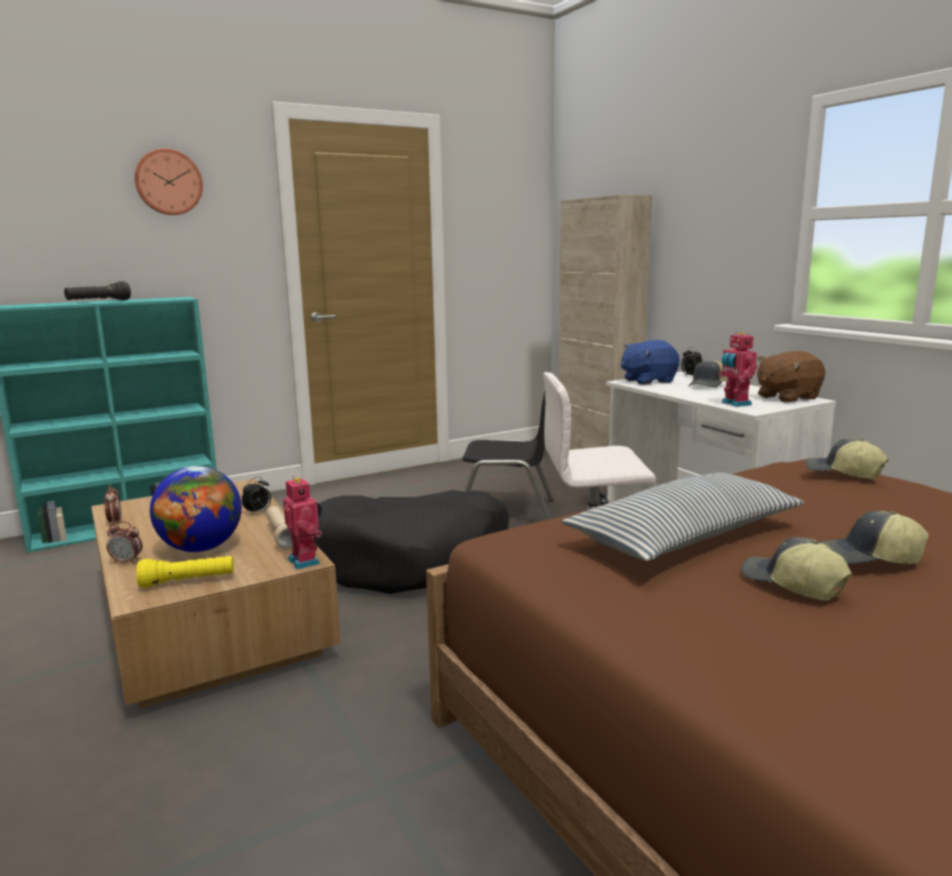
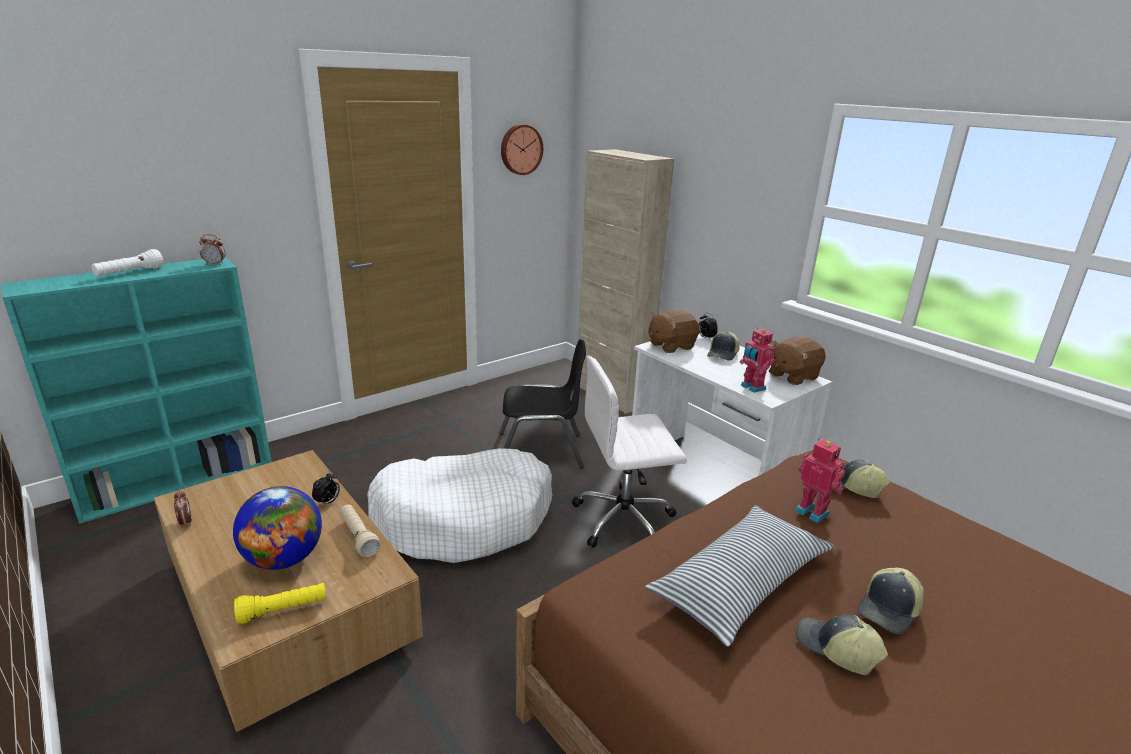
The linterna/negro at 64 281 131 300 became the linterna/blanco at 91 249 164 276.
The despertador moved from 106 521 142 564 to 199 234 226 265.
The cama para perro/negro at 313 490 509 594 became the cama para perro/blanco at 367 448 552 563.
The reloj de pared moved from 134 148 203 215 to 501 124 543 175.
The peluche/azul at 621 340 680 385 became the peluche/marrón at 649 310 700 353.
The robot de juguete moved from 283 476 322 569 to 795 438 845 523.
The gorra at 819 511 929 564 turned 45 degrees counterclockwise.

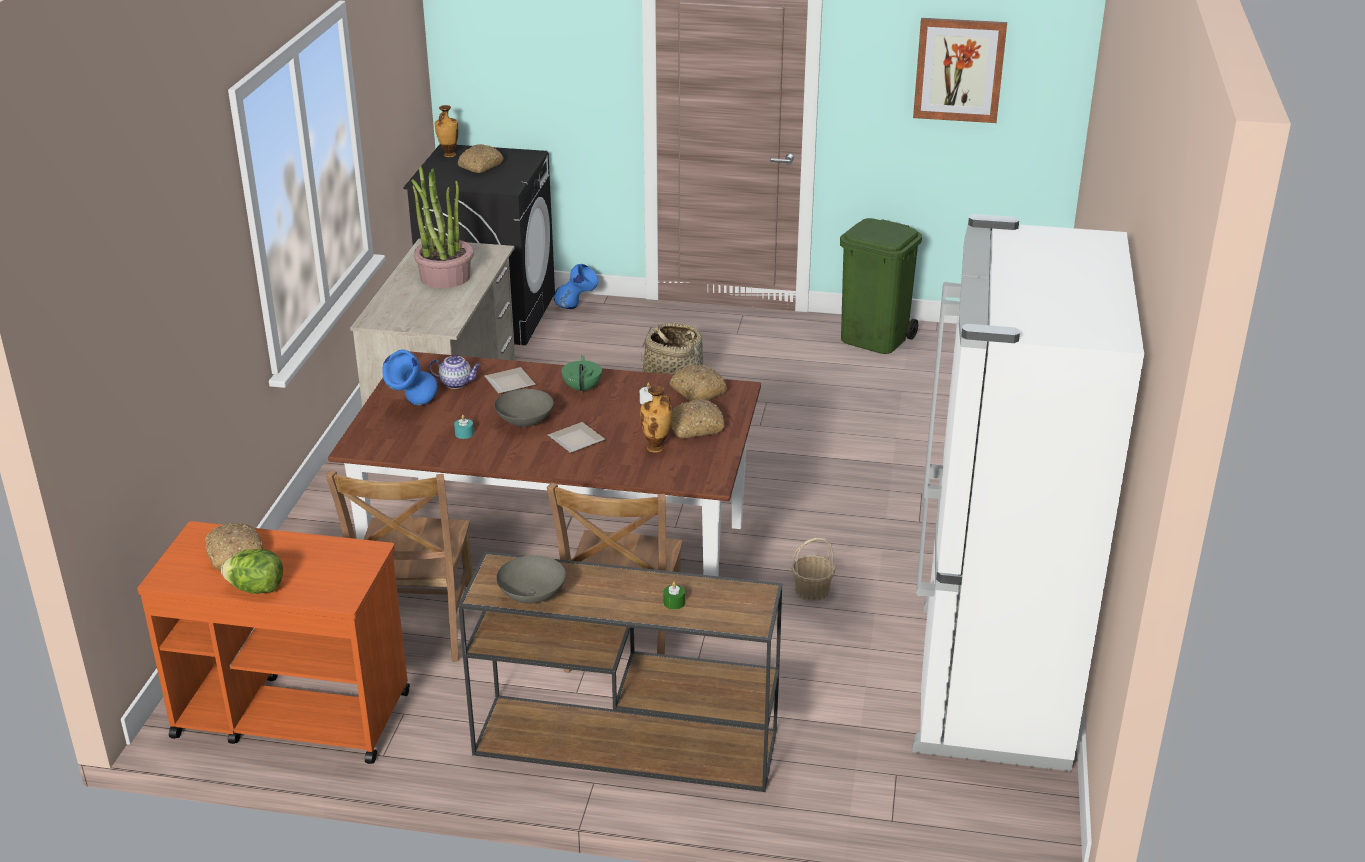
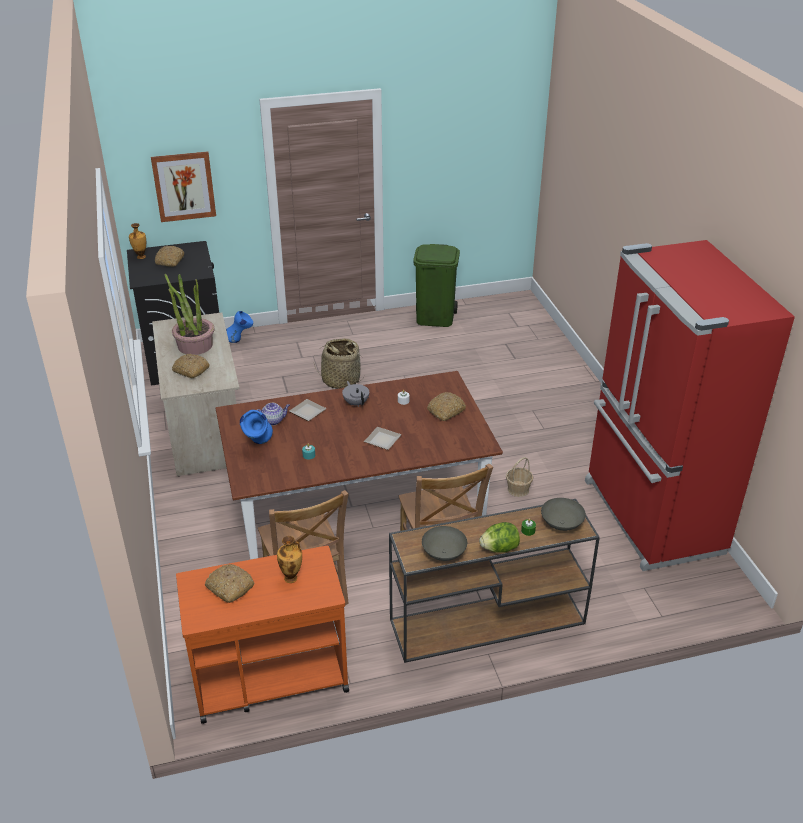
The cuadro moved from 913 18 1007 123 to 151 151 216 222.
The pan moved from 669 364 727 401 to 172 354 209 378.
The florero moved from 640 386 672 453 to 277 536 302 583.
The tetera/verde at 561 355 602 393 became the tetera/gris at 342 381 369 407.
The lechuga moved from 221 549 283 594 to 479 522 520 553.
The cuenco/gris moved from 495 389 554 427 to 541 498 586 531.
The nevera/blanco at 912 214 1144 771 became the nevera/rojo at 585 240 795 571.

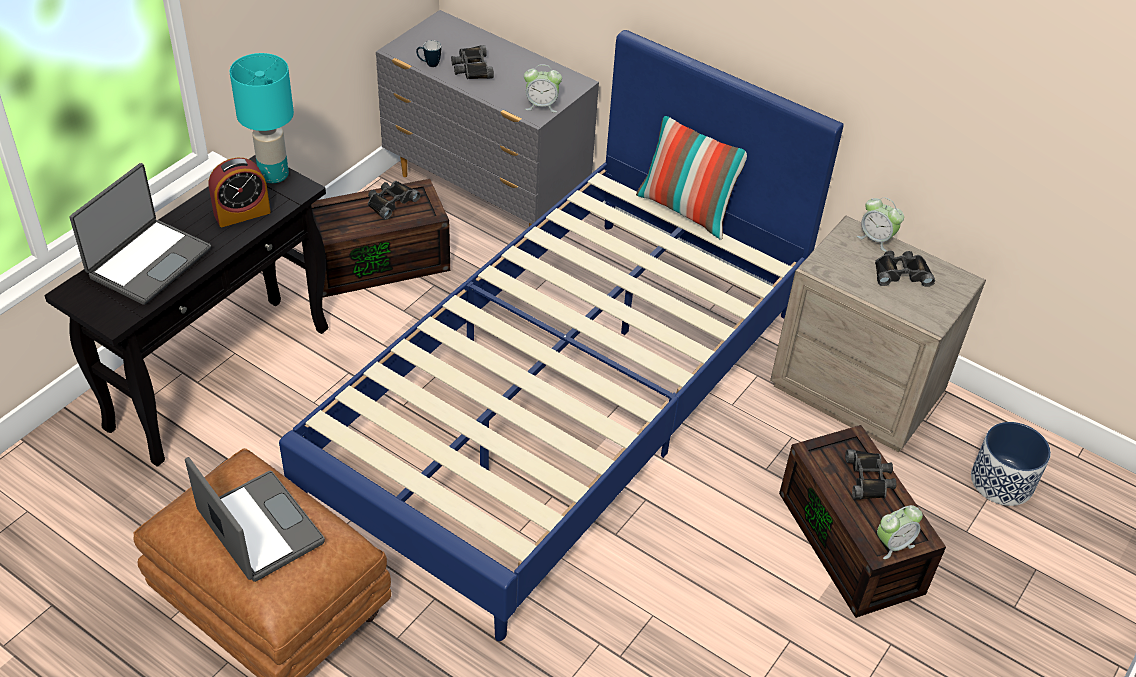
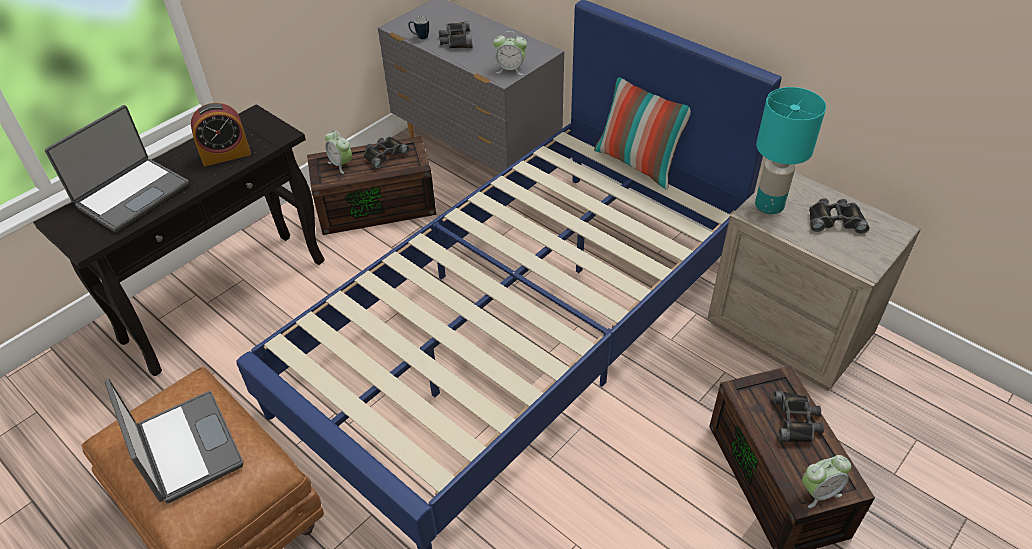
The despertador moved from 857 197 904 252 to 325 130 352 174.
The lámpara de mesa/turquesa moved from 230 53 294 183 to 755 87 826 214.
The maceta at 971 422 1051 506 disappeared.

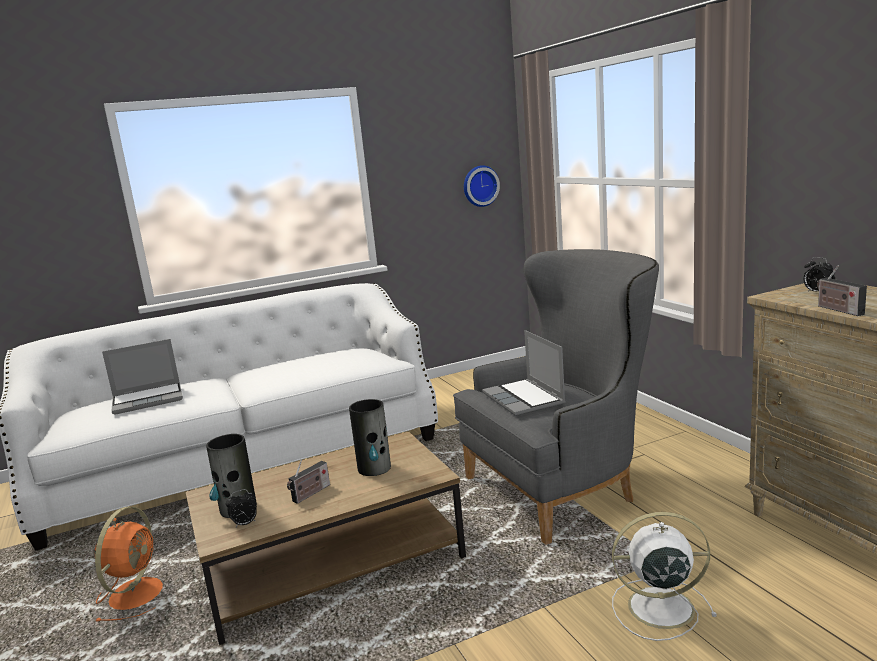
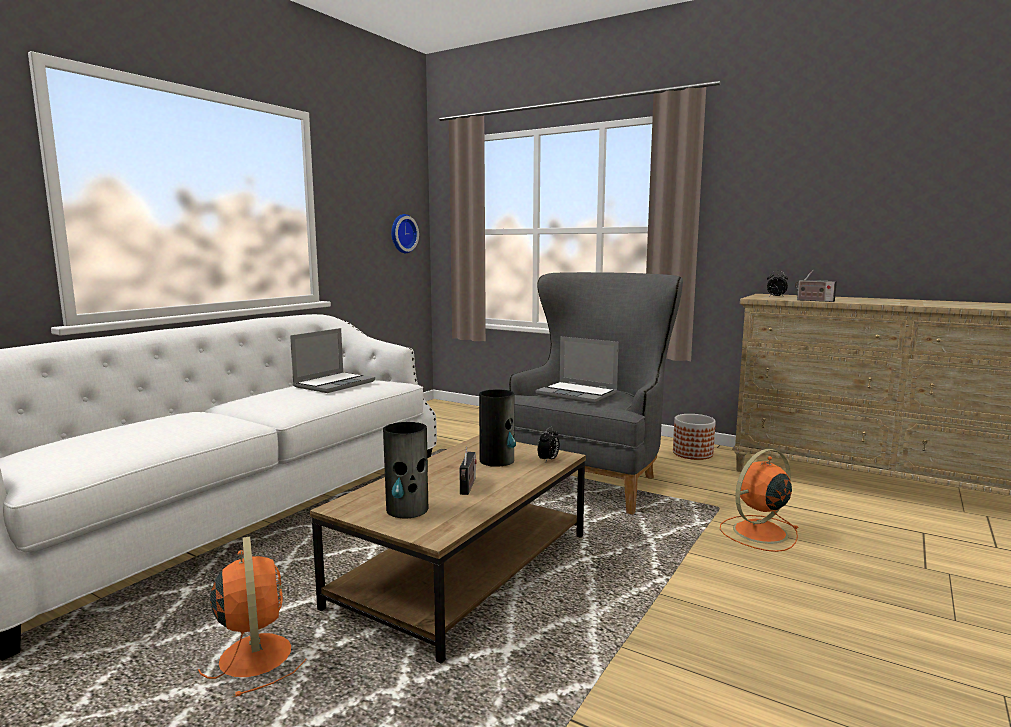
The portátil moved from 102 339 183 415 to 290 328 375 393.
The despertador moved from 226 489 257 527 to 538 426 559 461.
The maceta at 673 414 716 460 appeared.
The ventilador/blanco at 612 512 717 641 became the ventilador/naranja at 720 449 799 552.

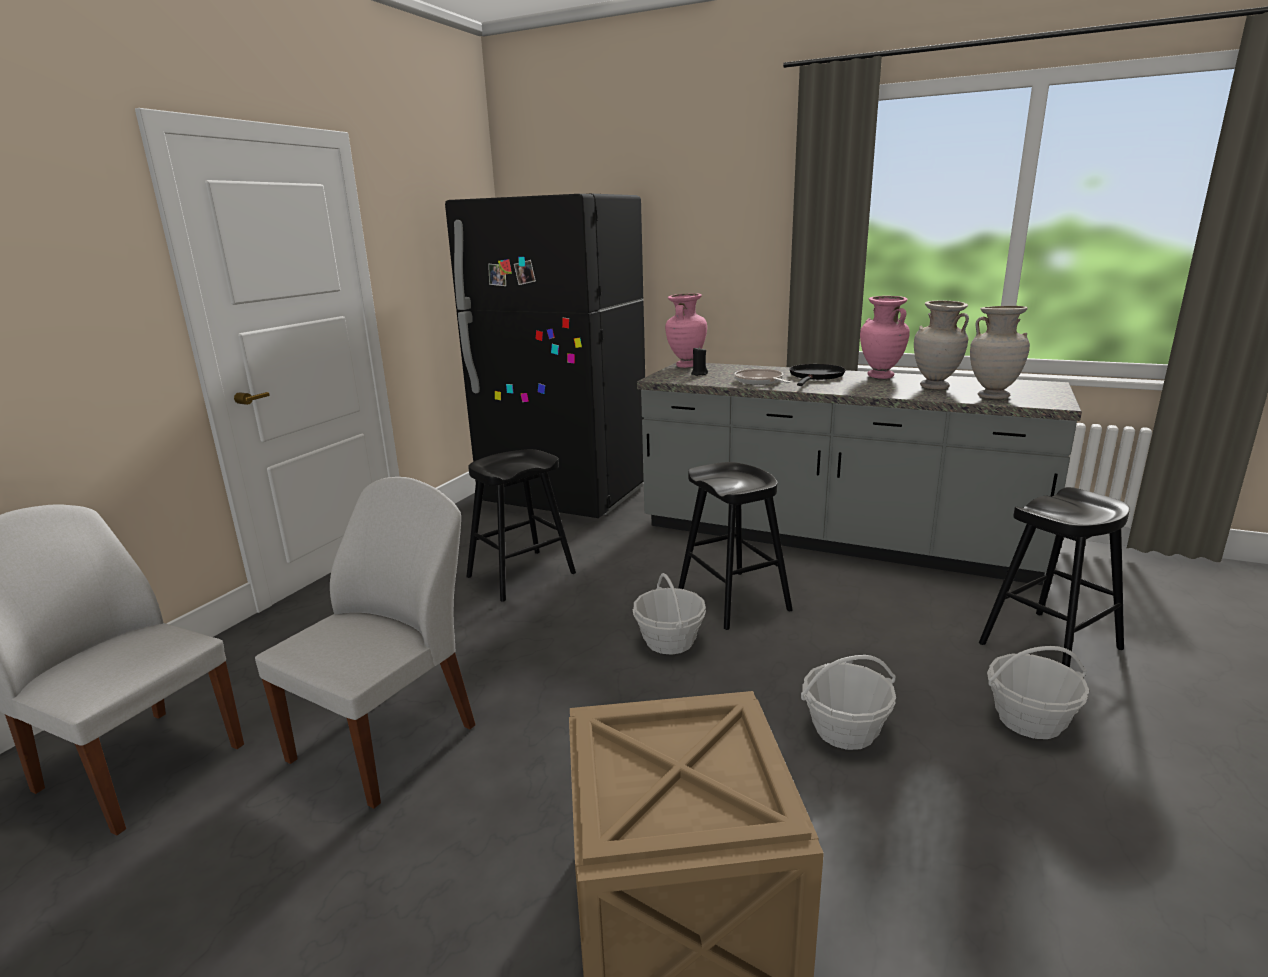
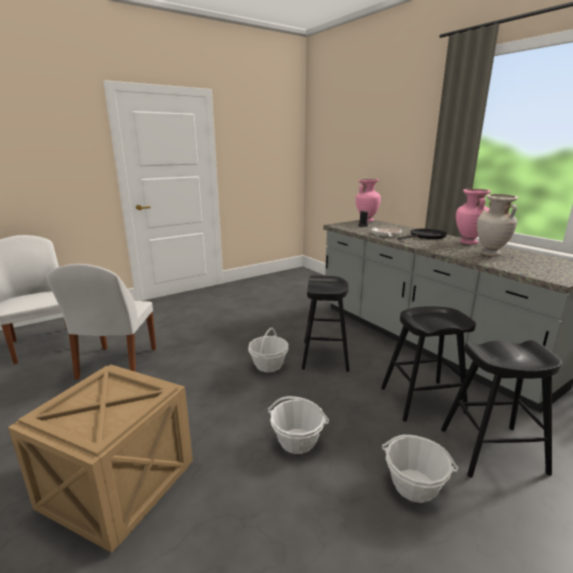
The silla/blanco at 255 477 476 809 turned 120 degrees clockwise.
The taburete/negro moved from 466 449 576 602 to 381 306 476 422.
The nevera/negro at 445 194 645 518 disappeared.
The florero/beis at 970 306 1030 399 disappeared.

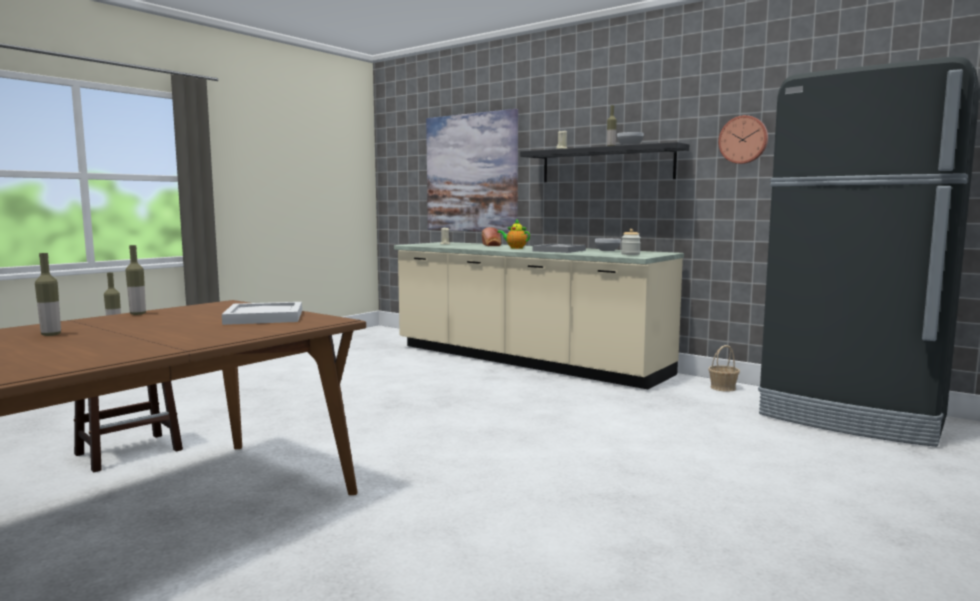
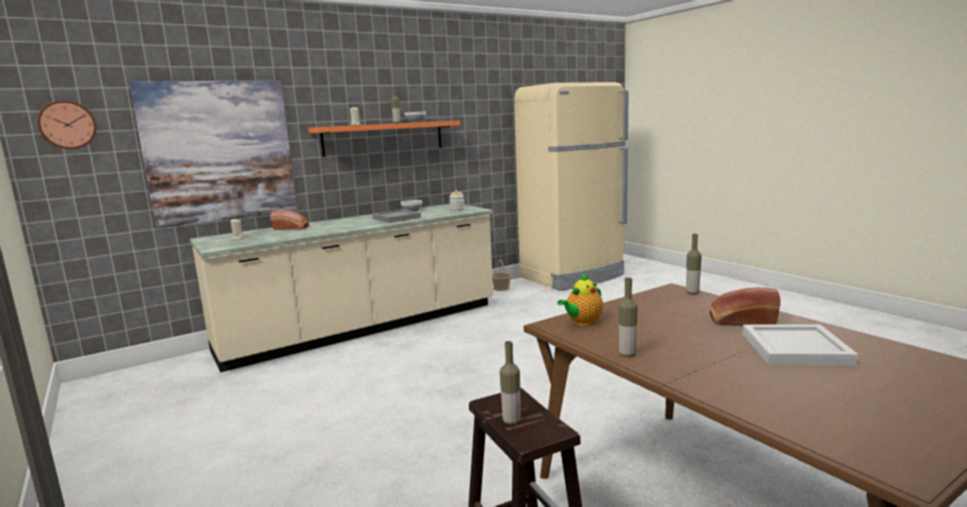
The reloj de pared moved from 718 115 768 164 to 37 100 97 149.
The estante/negro at 520 142 689 182 became the estante/naranja at 309 121 460 157.
The nevera/negro at 758 56 980 447 became the nevera/beis at 514 82 629 291.
The tetera moved from 498 219 530 249 to 557 272 603 326.
The botella moved from 35 253 61 336 to 686 234 702 294.
The pan at 710 287 780 326 appeared.
The bandeja/blanco moved from 222 302 302 325 to 743 325 859 366.

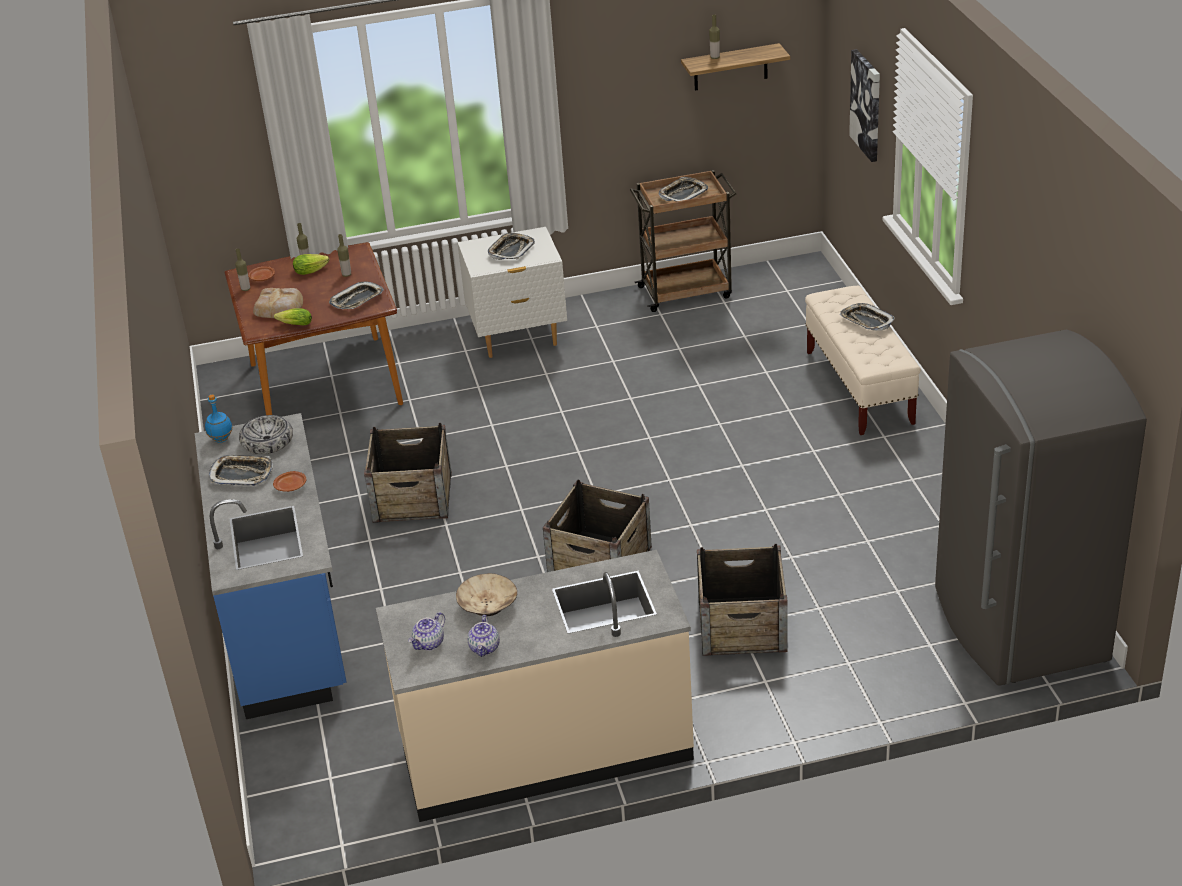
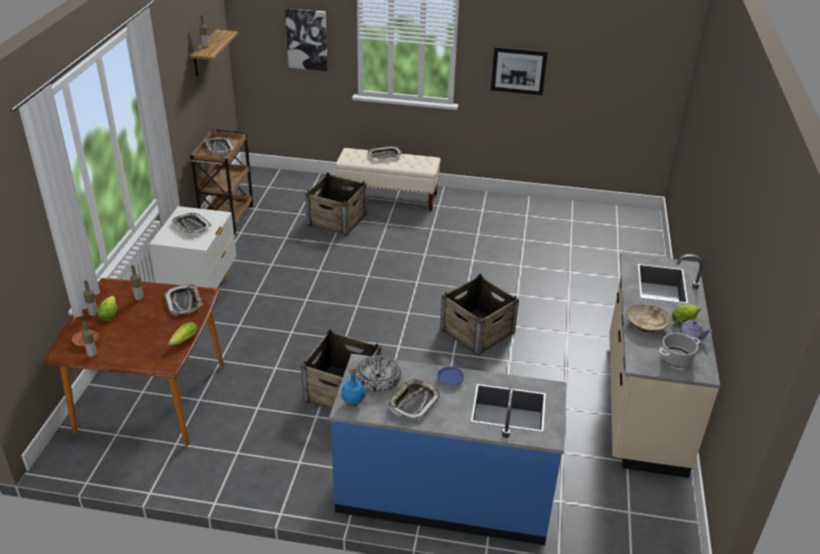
The caja de embalaje moved from 697 544 787 656 to 305 172 367 236.
The plato/marrón at 273 471 307 492 became the plato/azul at 437 366 464 386.
The cuadro at 491 47 548 95 appeared.
The tetera at 408 612 445 650 was replaced by the olla at 659 333 700 368.
The lechuga at 672 305 700 325 appeared.
The pan at 253 288 303 318 disappeared.
The nevera/gris at 935 330 1147 686 disappeared.

